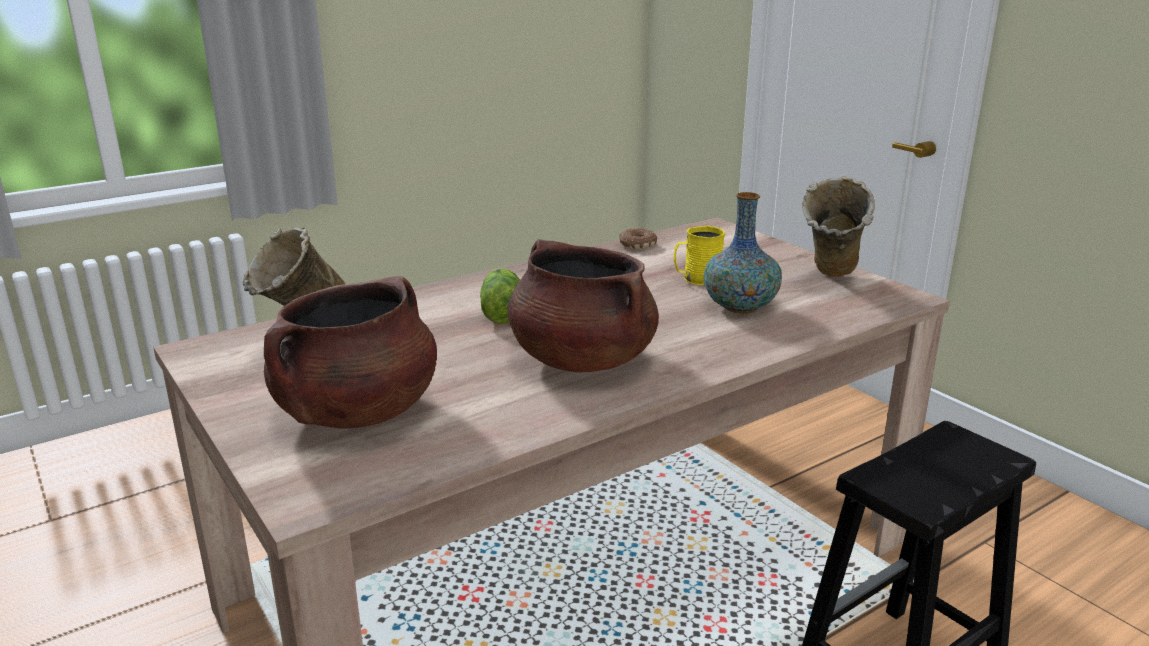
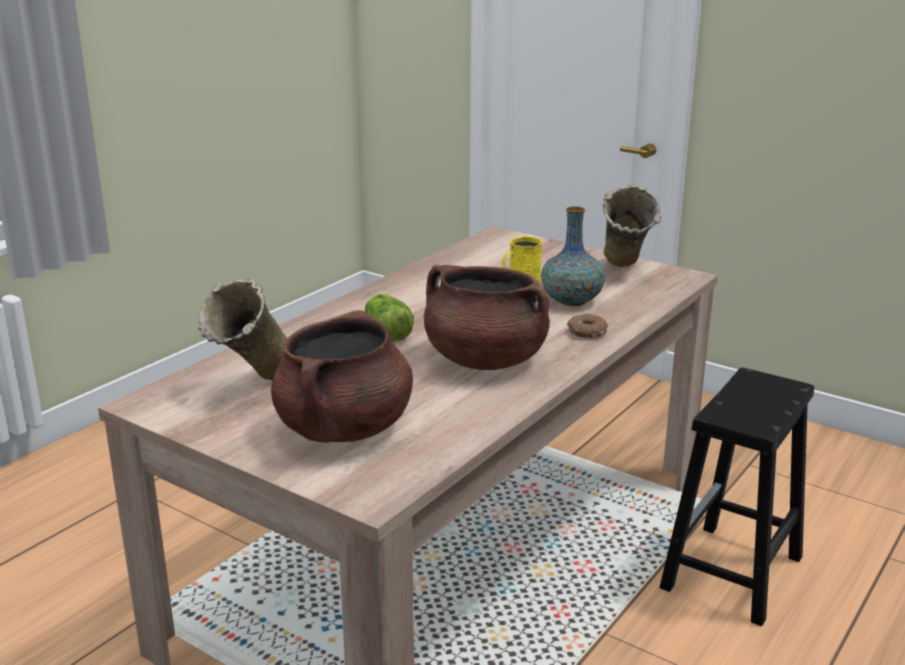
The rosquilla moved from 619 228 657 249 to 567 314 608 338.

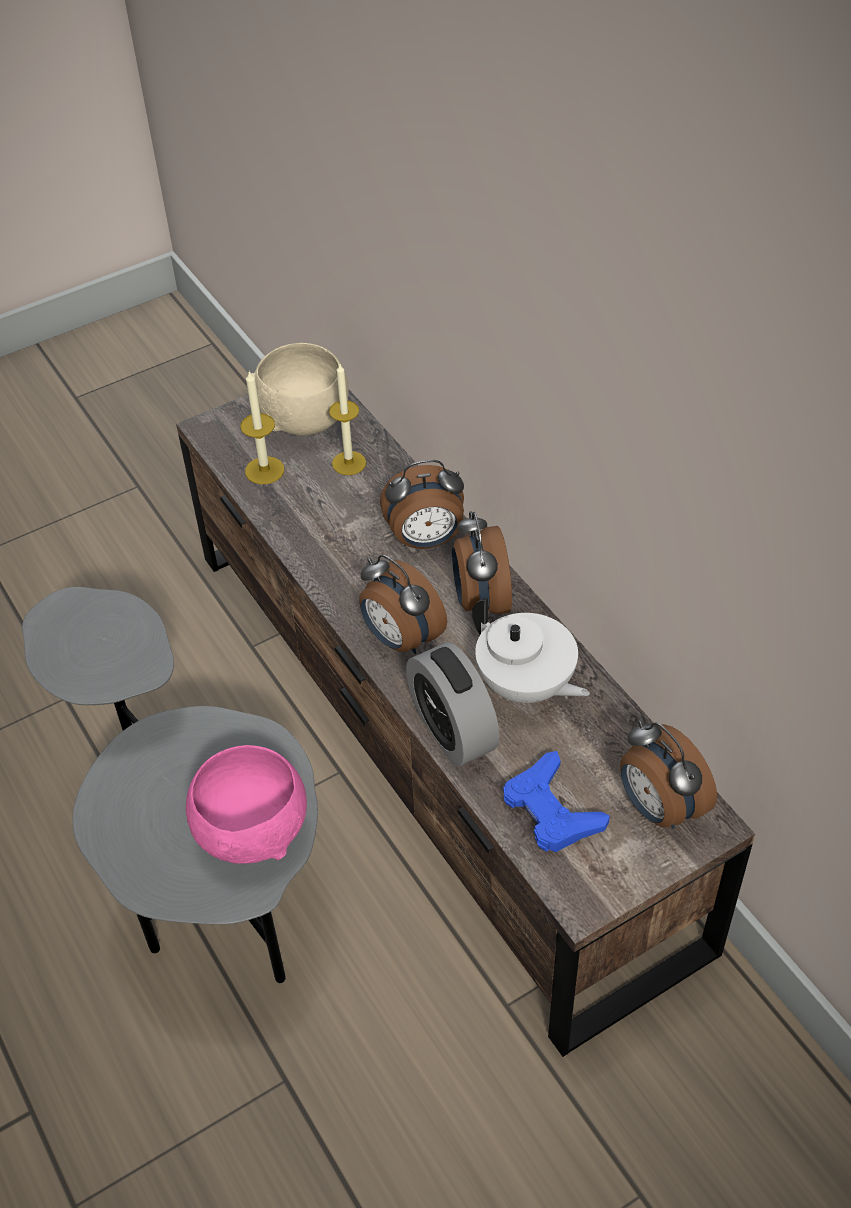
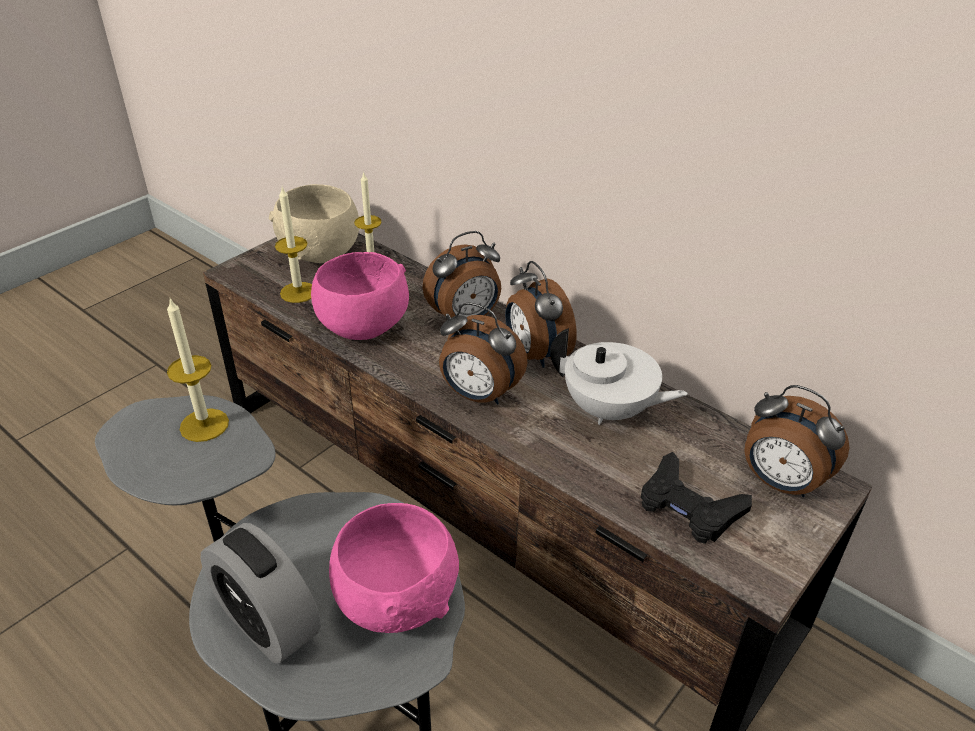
The vela at 167 297 229 442 appeared.
The despertador moved from 406 642 500 766 to 200 523 321 664.
The cuenco/rosa at 311 252 409 340 appeared.
The mando de consola/azul at 503 751 610 852 became the mando de consola/negro at 641 452 752 544.

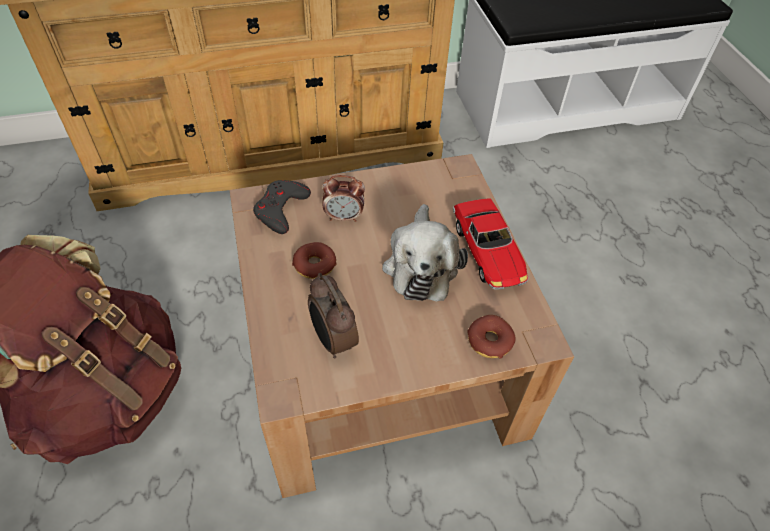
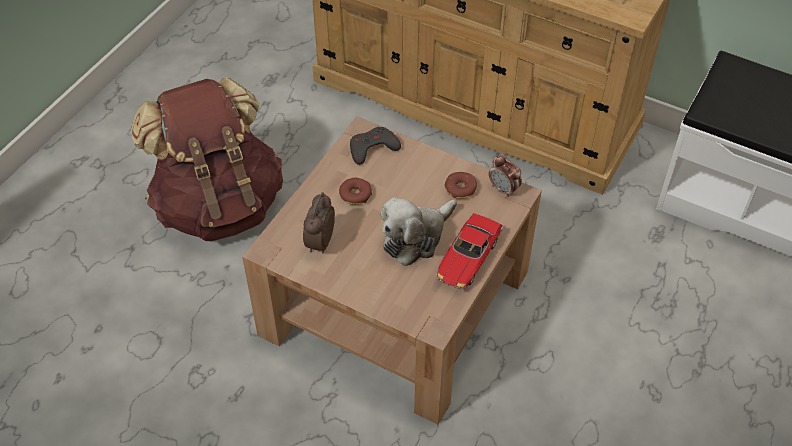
The rosquilla moved from 467 315 515 358 to 445 172 477 199.
The despertador moved from 322 175 365 222 to 489 155 522 197.

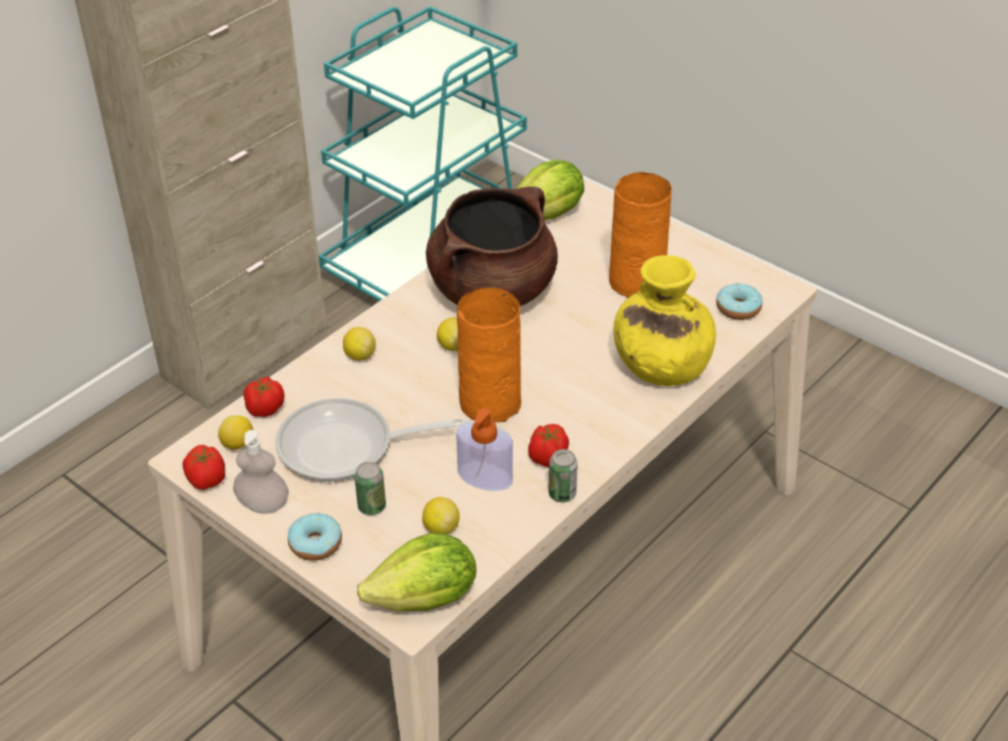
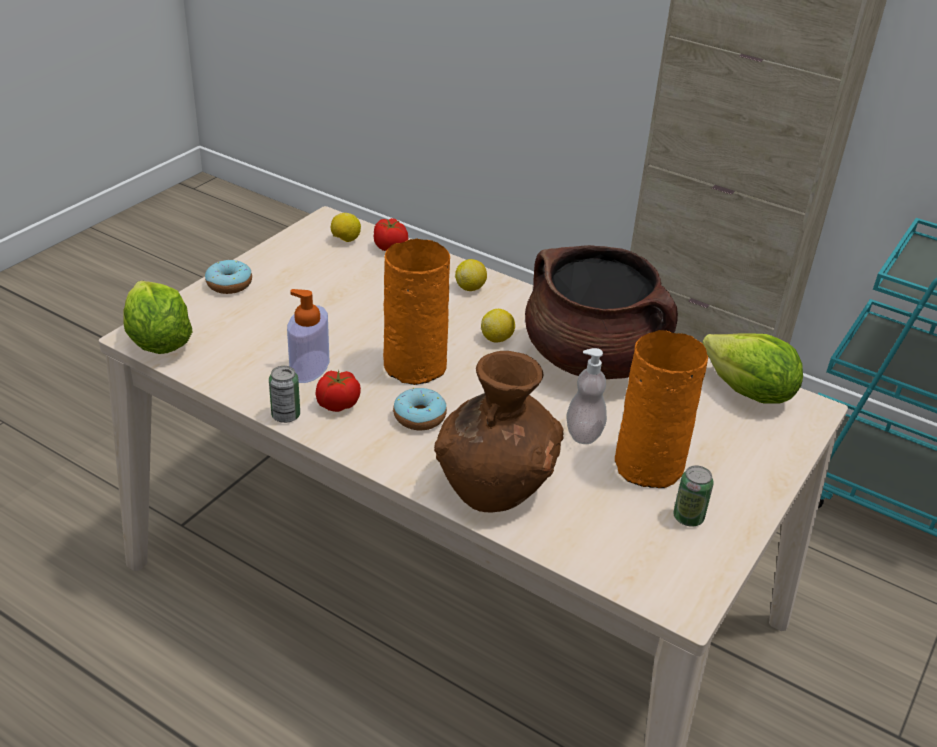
The rosquilla moved from 717 283 763 320 to 393 388 447 430.
The florero/amarillo at 614 255 716 386 became the florero/marrón at 434 351 564 513.
The dispensador de jabón moved from 233 430 289 514 to 567 348 607 444.
The lata moved from 355 462 386 515 to 673 465 714 527.
The tomate at 183 445 225 490 disappeared.
The sartén at 275 398 469 482 disappeared.
The limón at 422 497 460 534 disappeared.

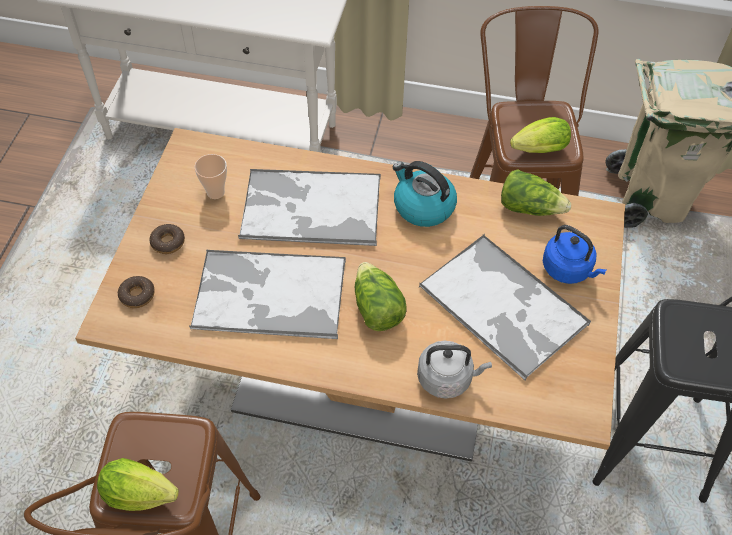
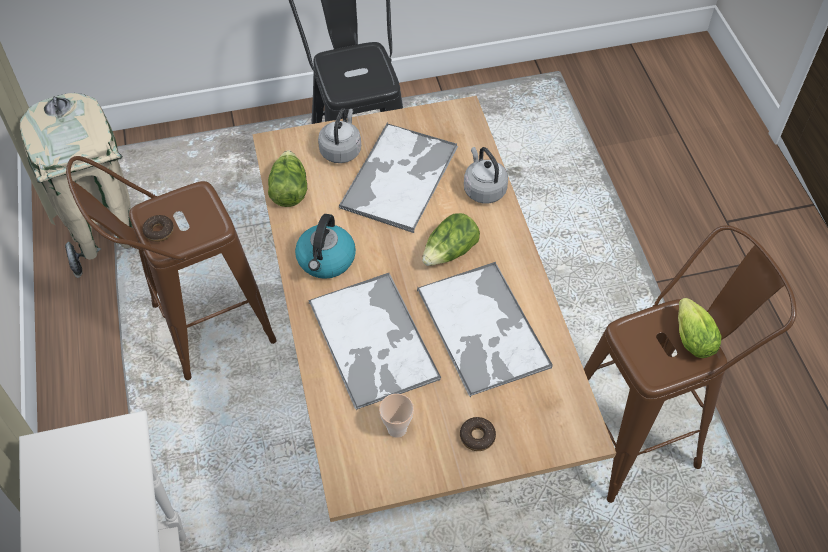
The rosquilla moved from 118 276 155 308 to 142 215 174 242.
The hervidor/azul at 543 225 606 284 became the hervidor/gris at 318 108 361 163.
The lechuga at 510 117 571 153 disappeared.

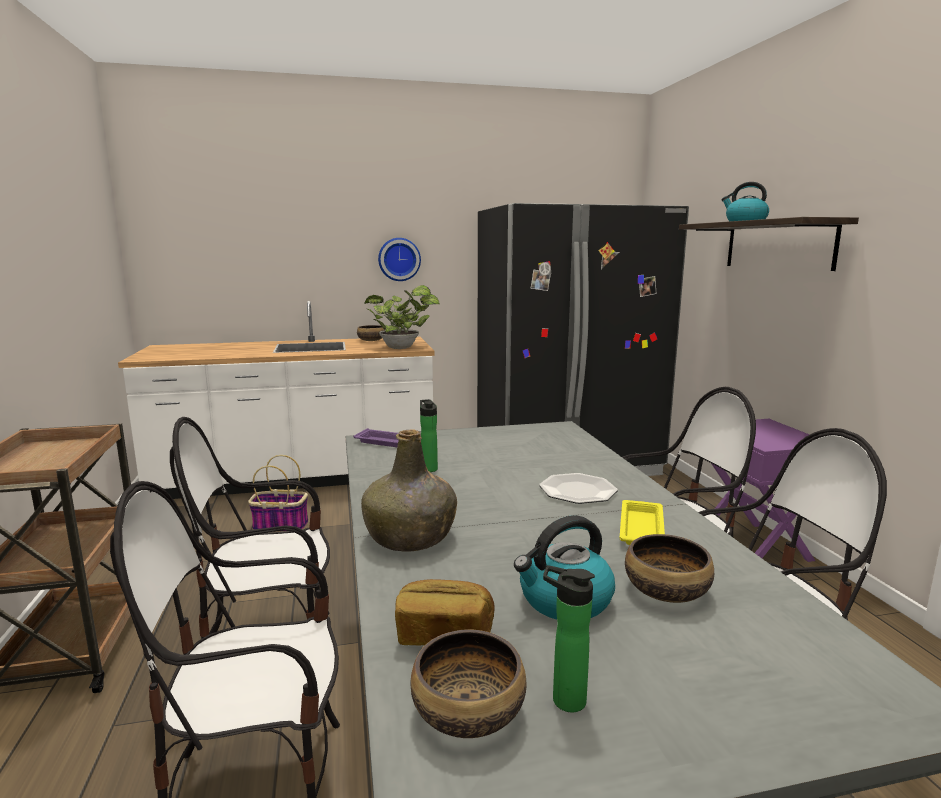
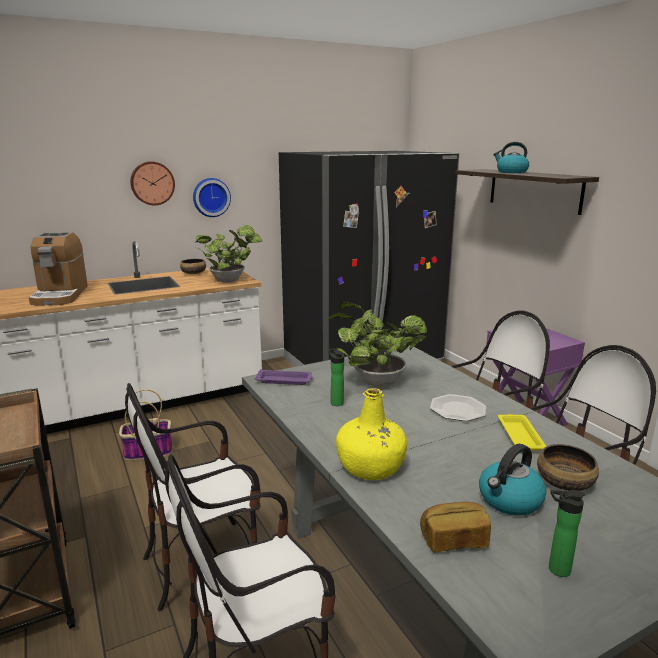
The cafetera at 29 232 88 306 appeared.
The reloj de pared at 130 161 175 205 appeared.
The planta en maceta at 328 301 427 387 appeared.
The botella/verde at 361 430 457 552 became the botella/amarillo at 336 388 407 480.
The cuenco at 410 629 526 738 disappeared.

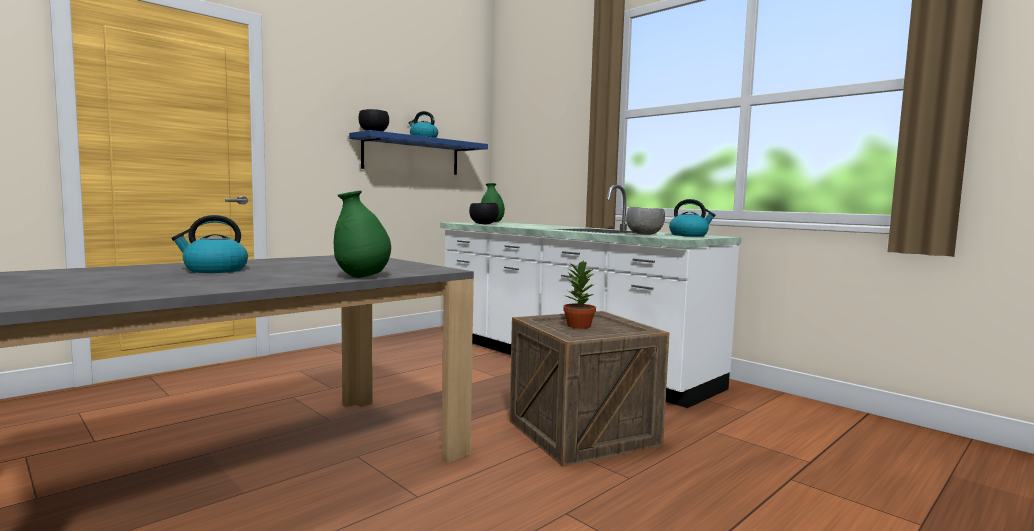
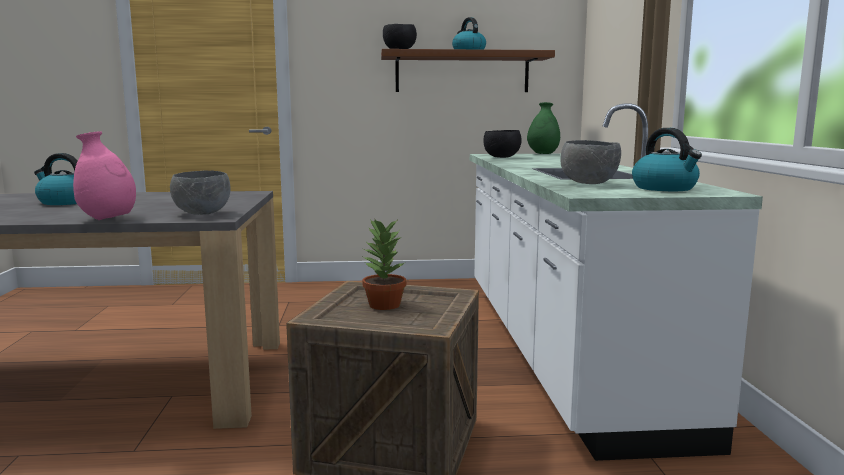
The florero/verde at 334 190 391 278 became the florero/rosa at 73 131 136 220.
The cuenco/gris at 170 170 231 215 appeared.
The estante/azul at 349 130 488 175 became the estante/marrón at 381 49 555 92.

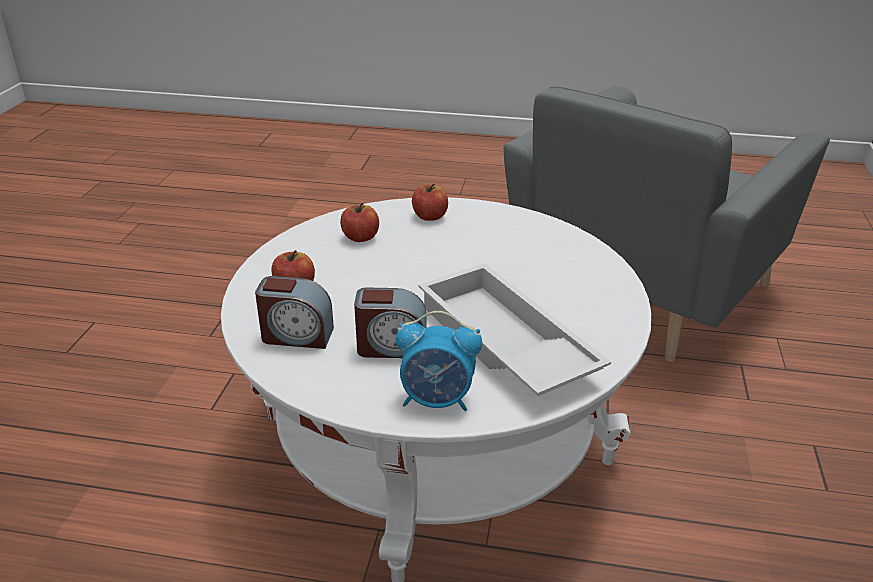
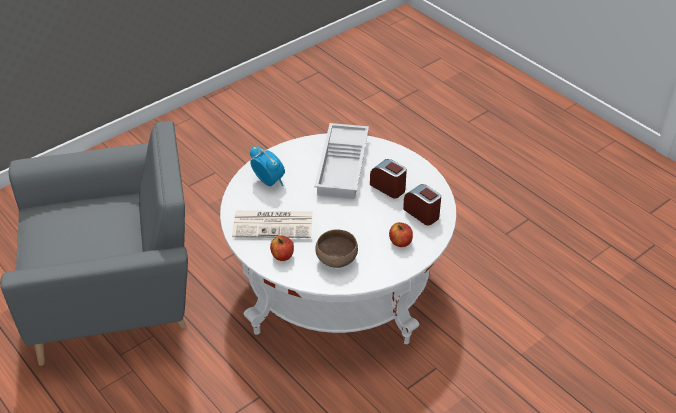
The periódico at 232 211 313 238 appeared.
The despertador moved from 396 311 482 411 to 250 146 285 186.
The manzana at 340 203 379 242 was replaced by the cuenco/marrón at 315 229 358 268.

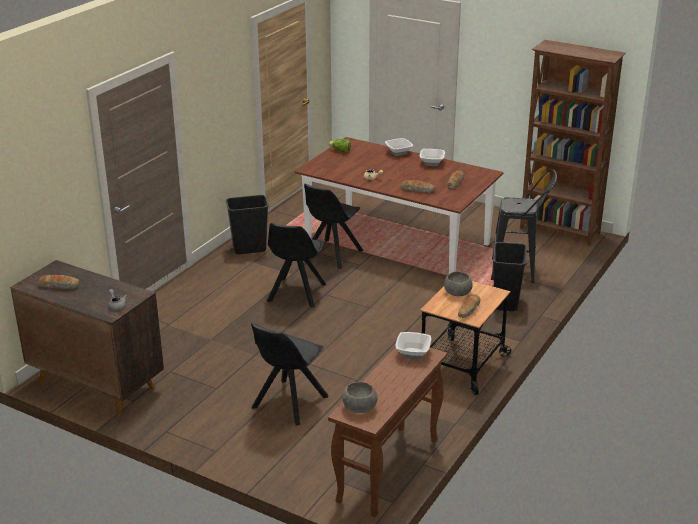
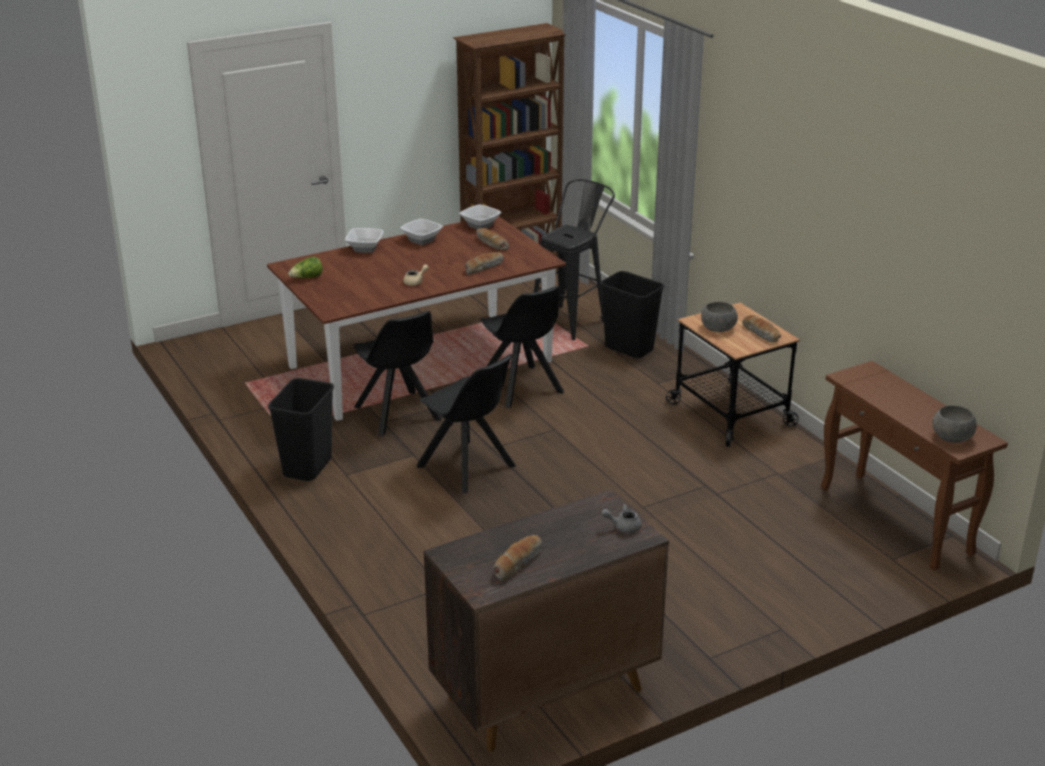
The cuenco moved from 395 332 431 359 to 459 204 502 229.
The silla/negro moved from 251 323 328 426 to 480 286 564 408.

